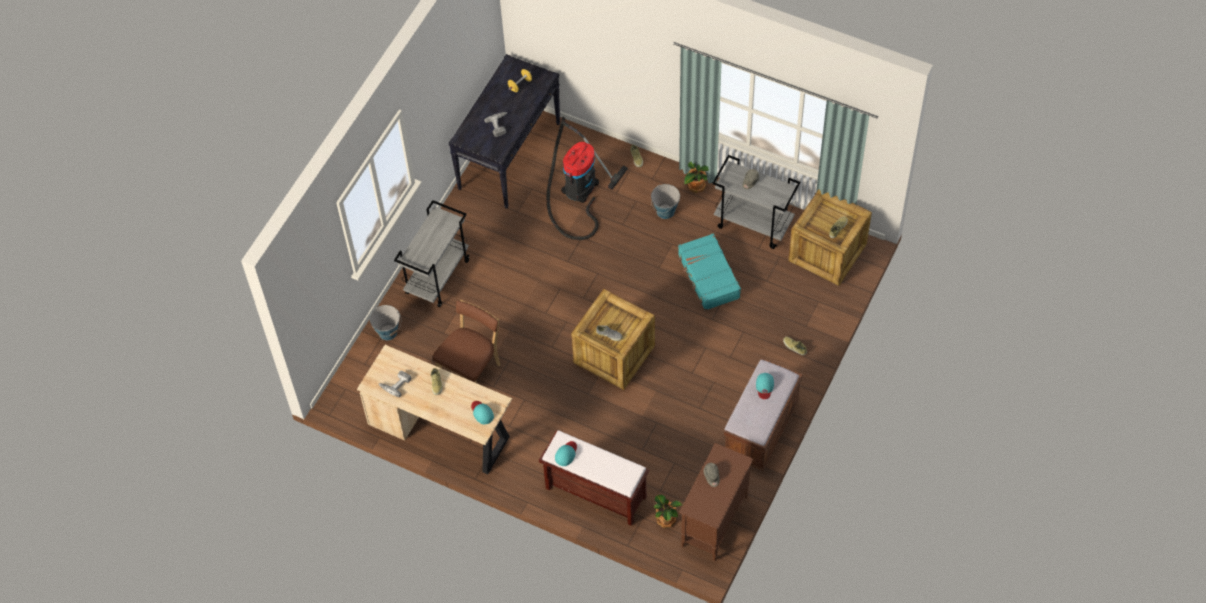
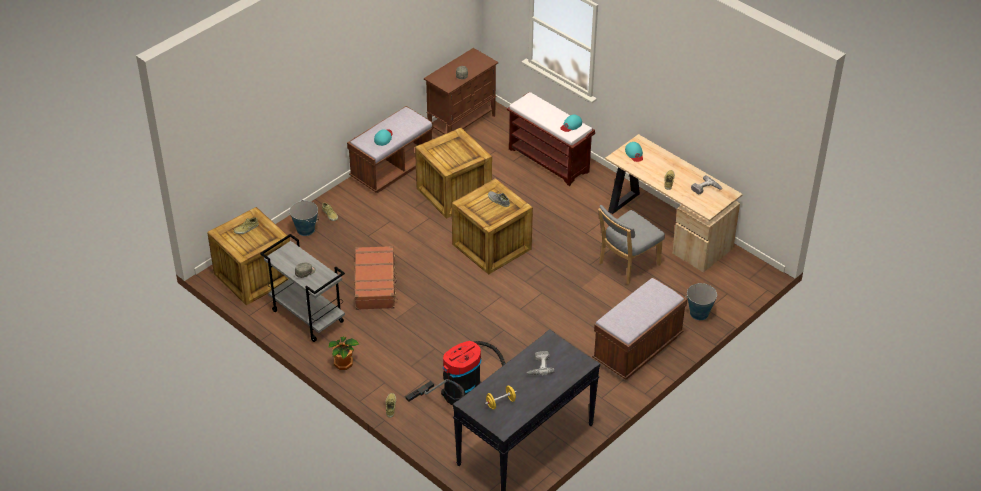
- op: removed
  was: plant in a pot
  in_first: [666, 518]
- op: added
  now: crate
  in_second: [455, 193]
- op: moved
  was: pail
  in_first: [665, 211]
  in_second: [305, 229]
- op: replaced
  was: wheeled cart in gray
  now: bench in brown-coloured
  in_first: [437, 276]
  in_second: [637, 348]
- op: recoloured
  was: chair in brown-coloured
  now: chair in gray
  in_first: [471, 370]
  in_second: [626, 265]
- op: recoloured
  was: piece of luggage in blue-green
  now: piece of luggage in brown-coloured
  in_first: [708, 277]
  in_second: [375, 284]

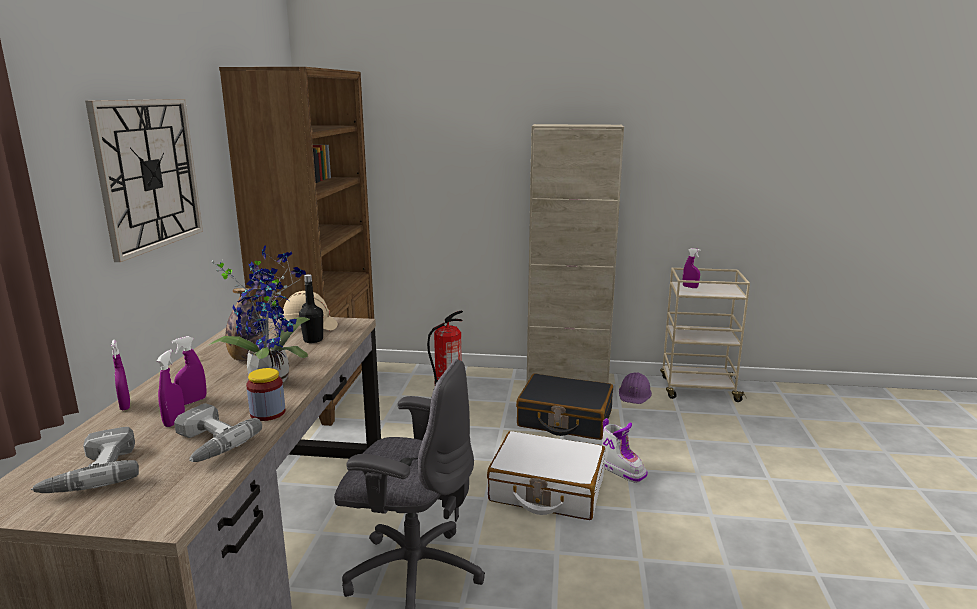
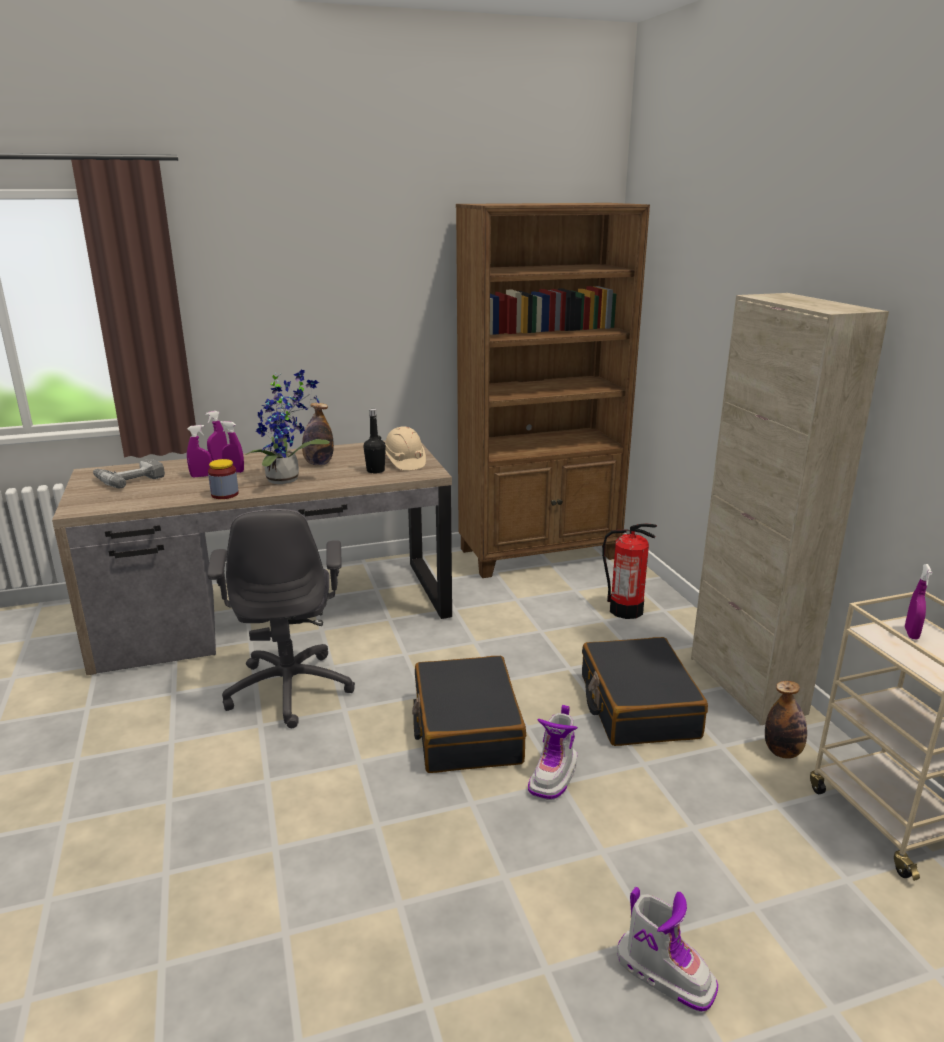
- op: removed
  was: hanging clock
  in_first: [149, 174]
- op: removed
  was: drill
  in_first: [206, 443]
- op: added
  now: boot
  in_second: [665, 973]
- op: replaced
  was: hard hat in purple-coloured
  now: bottle
  in_first: [634, 394]
  in_second: [782, 752]
- op: recoloured
  was: piece of luggage in white-coloured
  now: piece of luggage in black
  in_first: [546, 490]
  in_second: [466, 729]

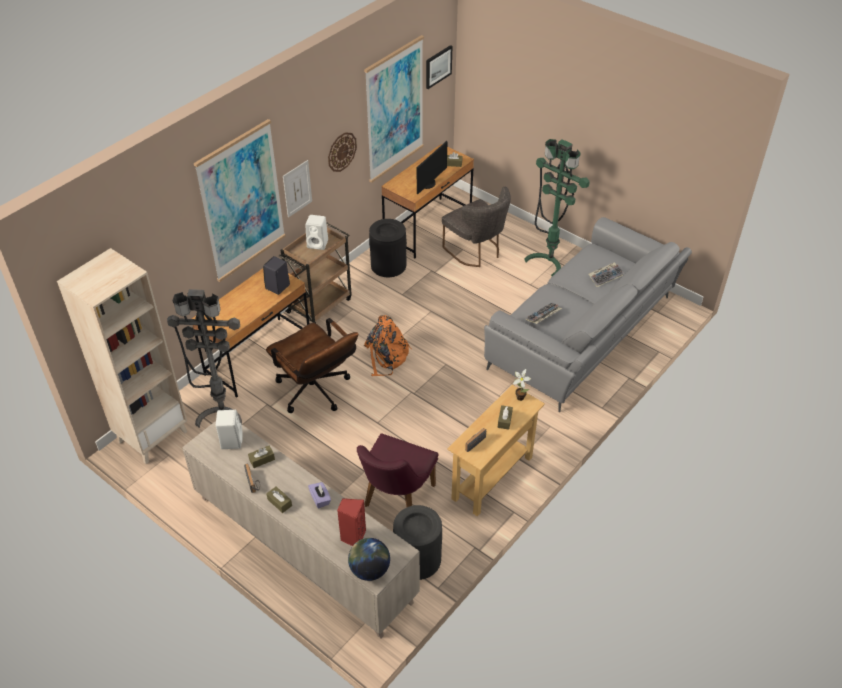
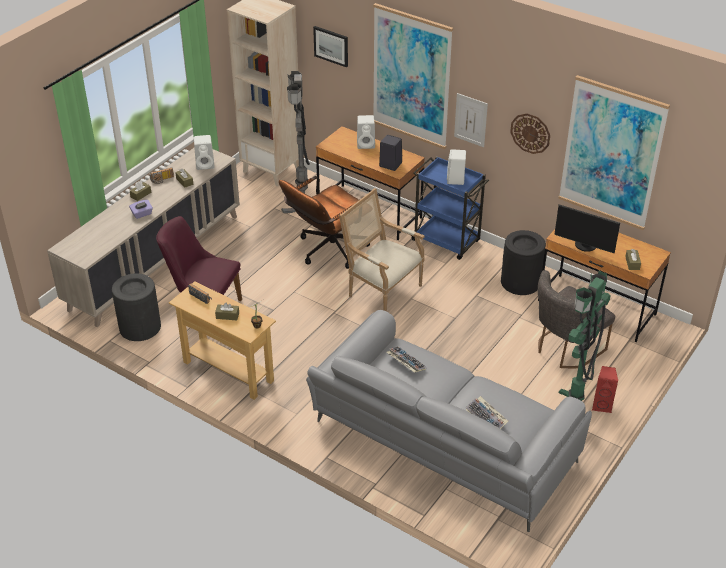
- op: removed
  was: desk globe
  in_first: [369, 570]
- op: added
  now: speaker in white-coloured
  in_second: [366, 144]
- op: moved
  was: speaker in red-coloured
  in_first: [353, 537]
  in_second: [602, 405]
- op: moved
  was: wall picture
  in_first: [438, 66]
  in_second: [331, 46]
- op: replaced
  was: rucksack in orange
  now: easy chair
  in_first: [386, 357]
  in_second: [381, 291]
- op: recoloured
  was: wheeled cart in brown-coloured
  now: wheeled cart in blue
  in_first: [320, 305]
  in_second: [447, 241]

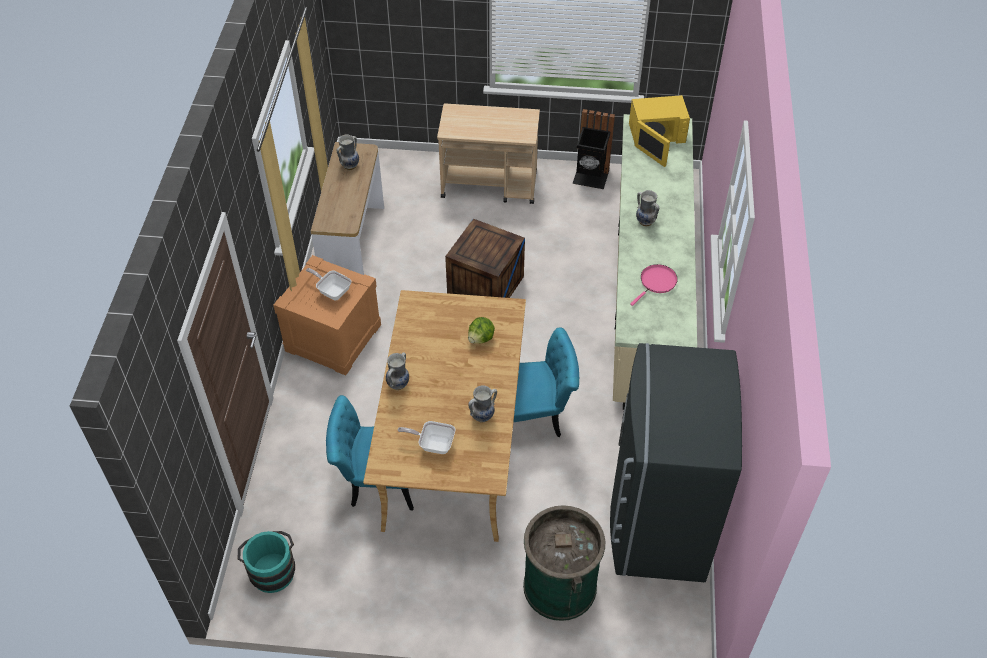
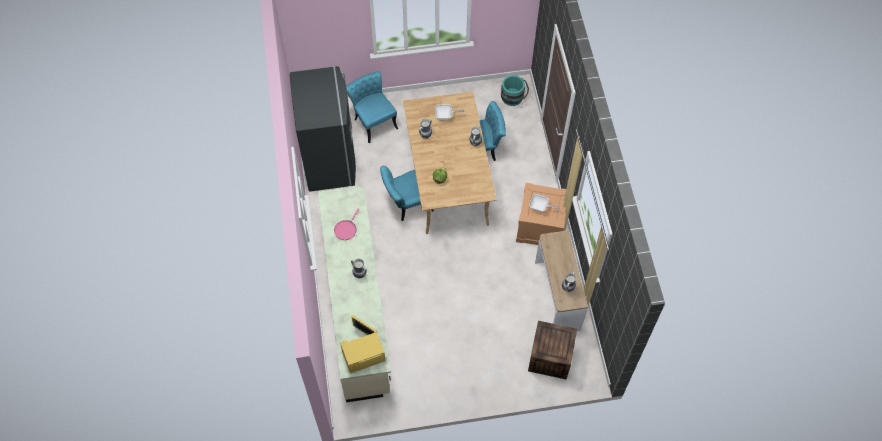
- op: removed
  was: wheeled cart in sand-coloured
  in_first: [490, 185]
- op: removed
  was: waste bin in black
  in_first: [590, 178]
- op: moved
  was: crate
  in_first: [485, 285]
  in_second: [550, 357]
- op: replaced
  was: waste bin in green
  now: chair in blue-green
  in_first: [559, 586]
  in_second: [373, 121]

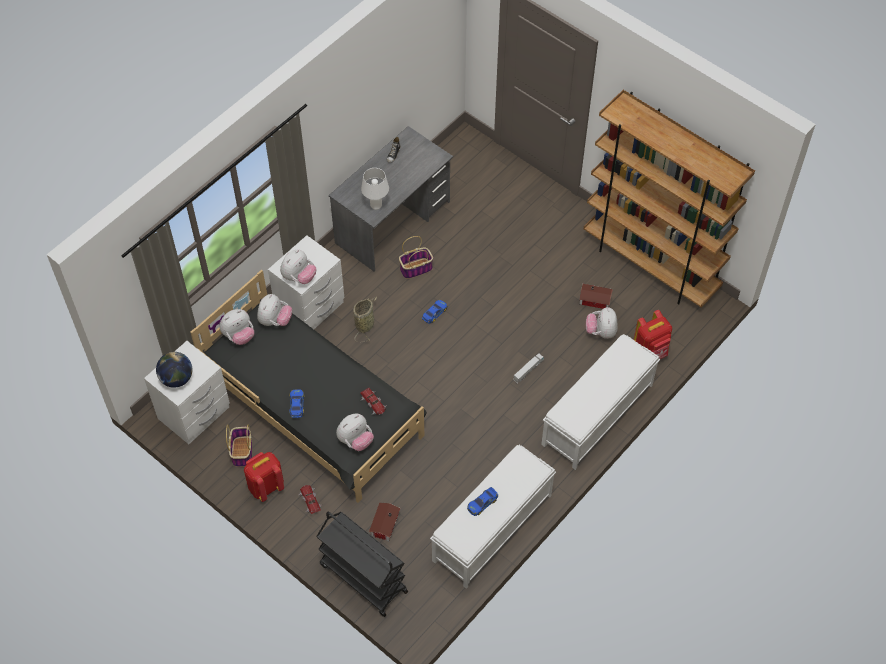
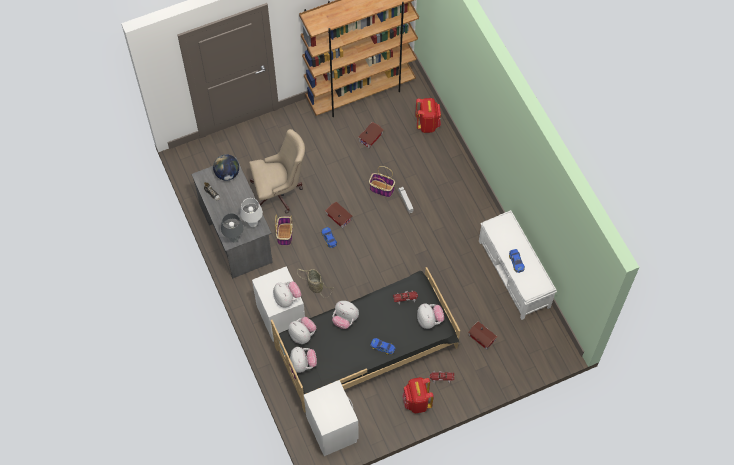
- op: removed
  was: wheeled cart in black
  in_first: [362, 578]
- op: removed
  was: bench in white-coloured
  in_first: [596, 415]
- op: added
  now: tabletop lamp in gray
  in_second: [234, 238]
- op: added
  now: computer chair in sand-coloured
  in_second: [279, 192]
- op: added
  now: toy house
  in_second: [339, 216]
- op: moved
  was: desk globe
  in_first: [177, 378]
  in_second: [227, 174]
- op: moved
  was: basket
  in_first: [242, 451]
  in_second: [381, 189]
- op: moved
  was: plush toy
  in_first: [601, 331]
  in_second: [345, 319]

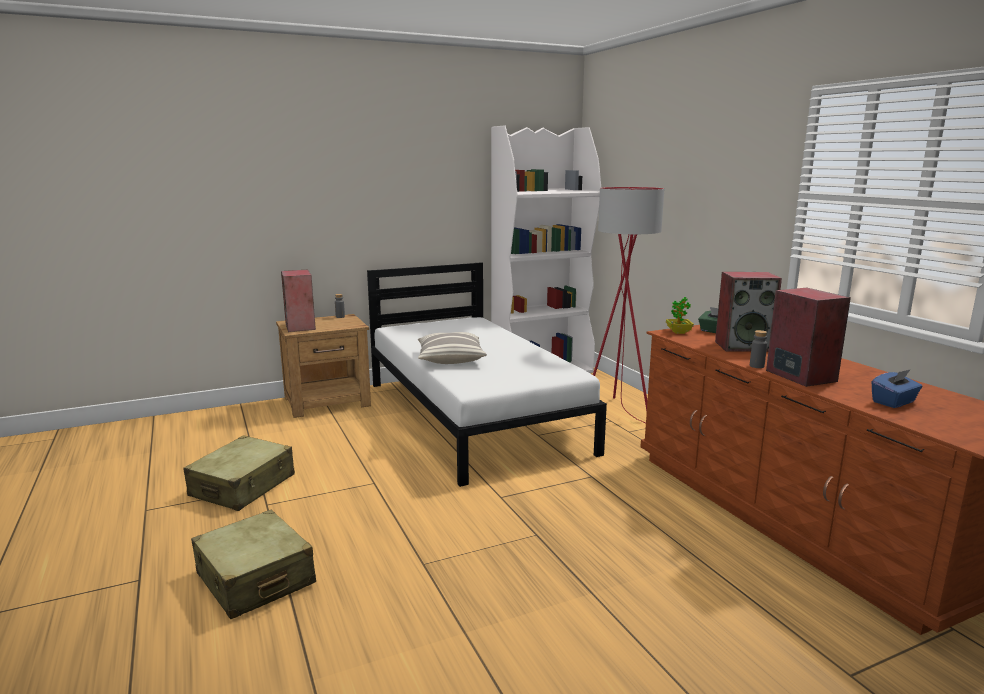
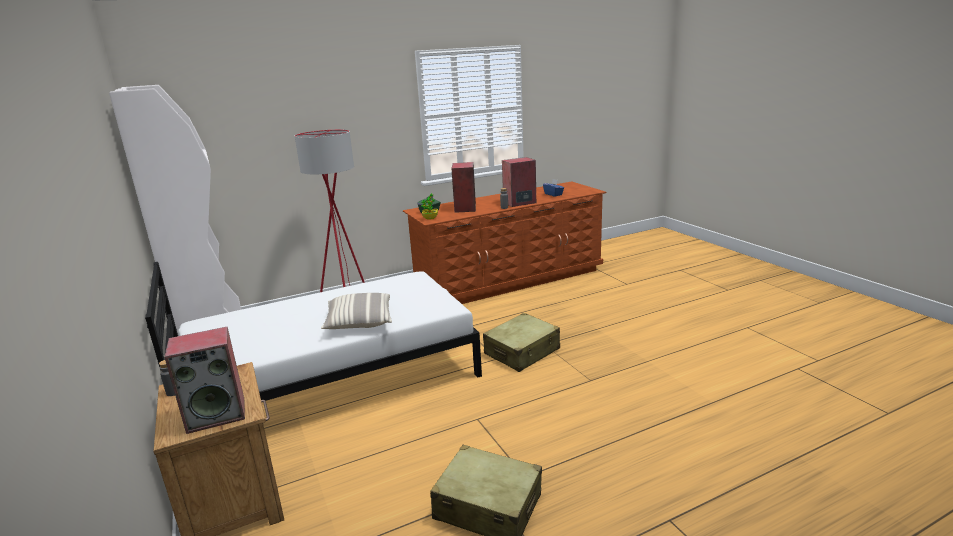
- op: moved
  was: piece of luggage in sand-coloured
  in_first: [255, 579]
  in_second: [522, 352]

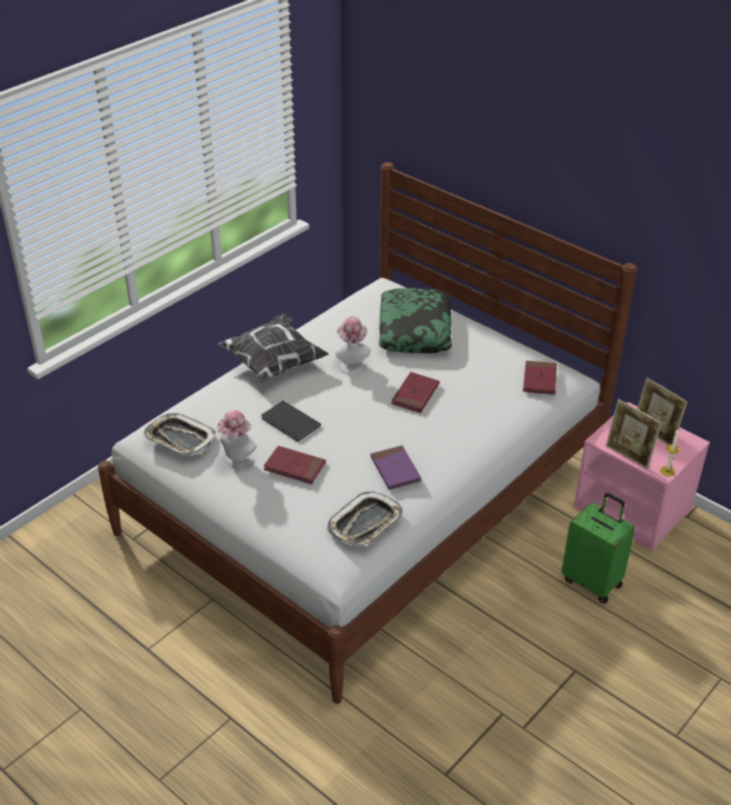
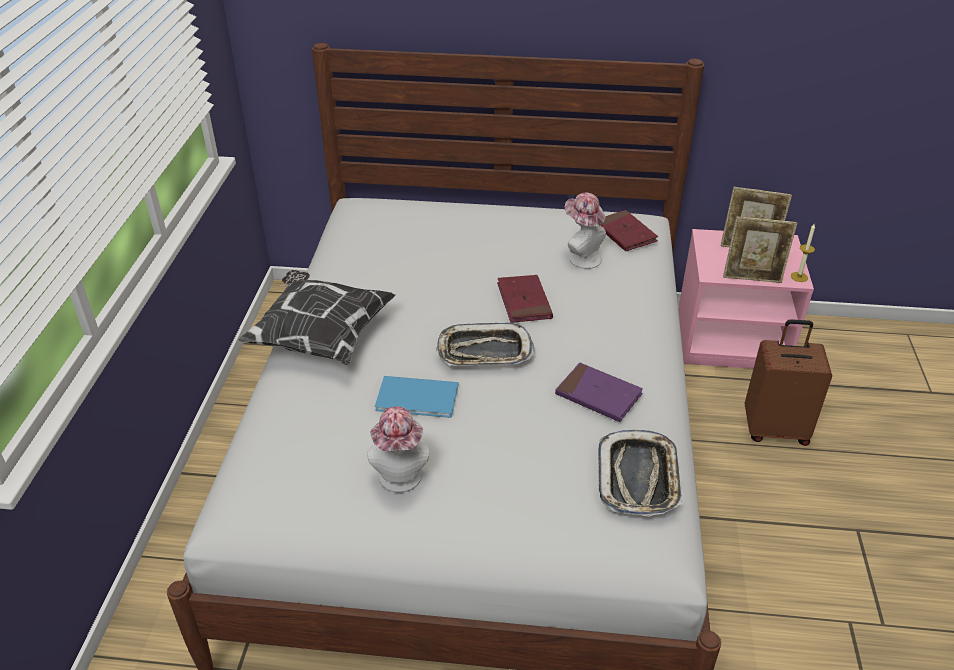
- op: removed
  was: volume in red-coloured
  in_first: [294, 467]
- op: removed
  was: pillow
  in_first: [415, 330]
- op: moved
  was: carrying tray
  in_first: [179, 439]
  in_second: [484, 352]
- op: moved
  was: clothing hat
  in_first: [352, 365]
  in_second: [581, 257]
- op: recoloured
  was: volume in black
  now: volume in blue
  in_first: [290, 423]
  in_second: [419, 399]
- op: recoloured
  was: piece of luggage in green
  now: piece of luggage in brown-coloured
  in_first: [592, 582]
  in_second: [775, 429]

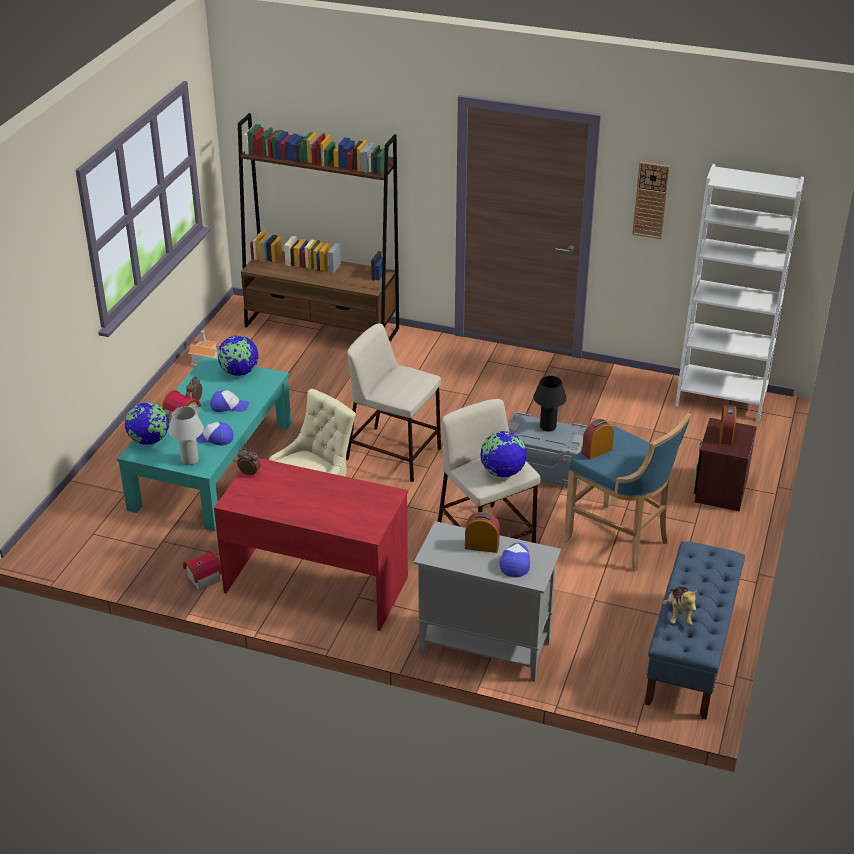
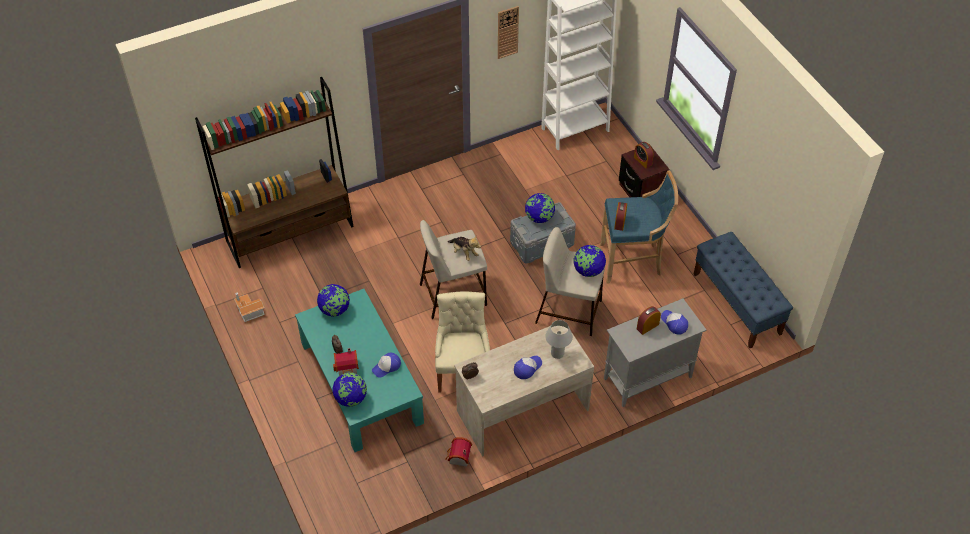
- op: moved
  was: tabletop lamp in white-coloured
  in_first: [190, 460]
  in_second: [557, 353]
- op: moved
  was: cap
  in_first: [229, 406]
  in_second: [527, 368]
- op: moved
  was: plush toy
  in_first: [678, 614]
  in_second: [464, 252]
- op: replaced
  was: tabletop lamp in black
  now: desk globe
  in_first: [548, 427]
  in_second: [539, 218]
- op: recoloured
  was: desk in red-coloured
  now: desk in sand-coloured
  in_first: [317, 583]
  in_second: [522, 409]

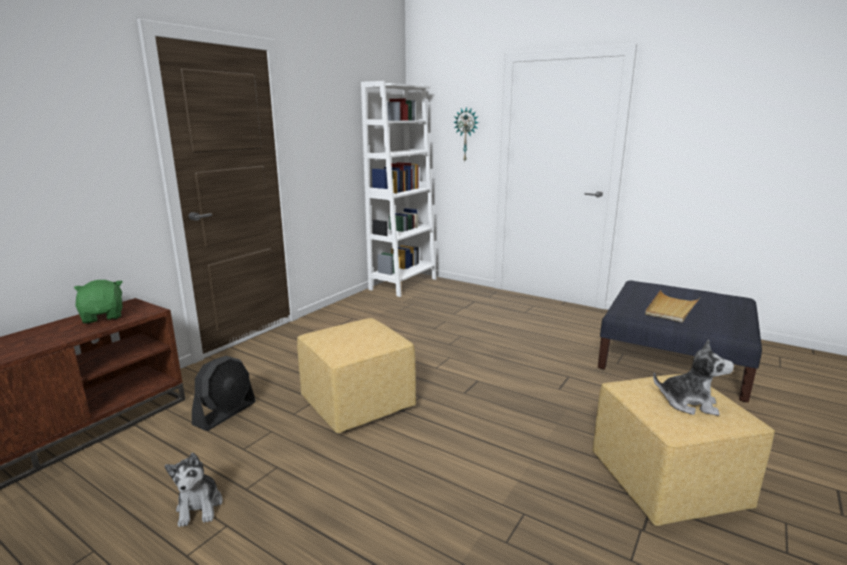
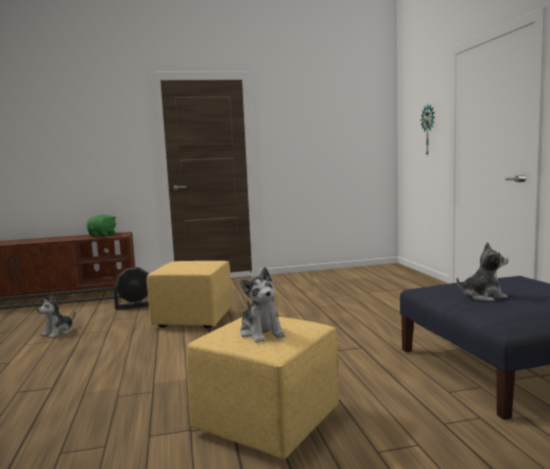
- op: removed
  was: bookshelf in white-coloured
  in_first: [403, 284]
- op: replaced
  was: carrying tray in sand-coloured
  now: plush toy
  in_first: [671, 309]
  in_second: [482, 296]

